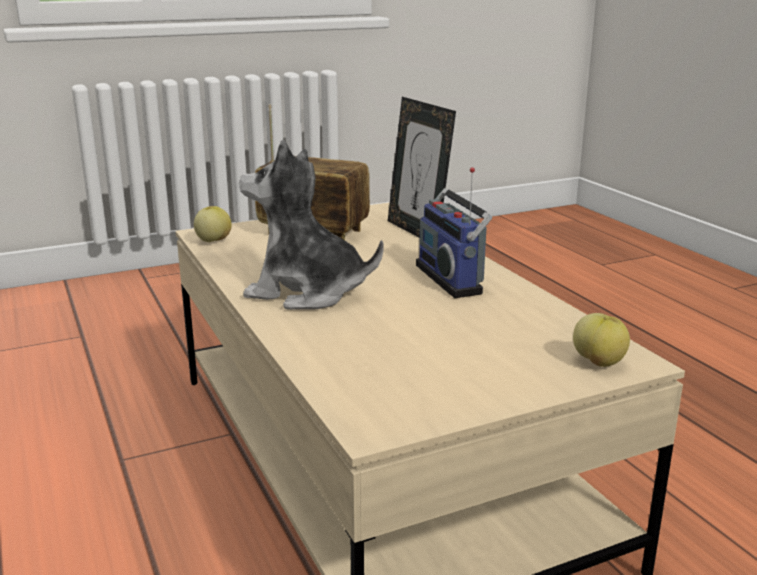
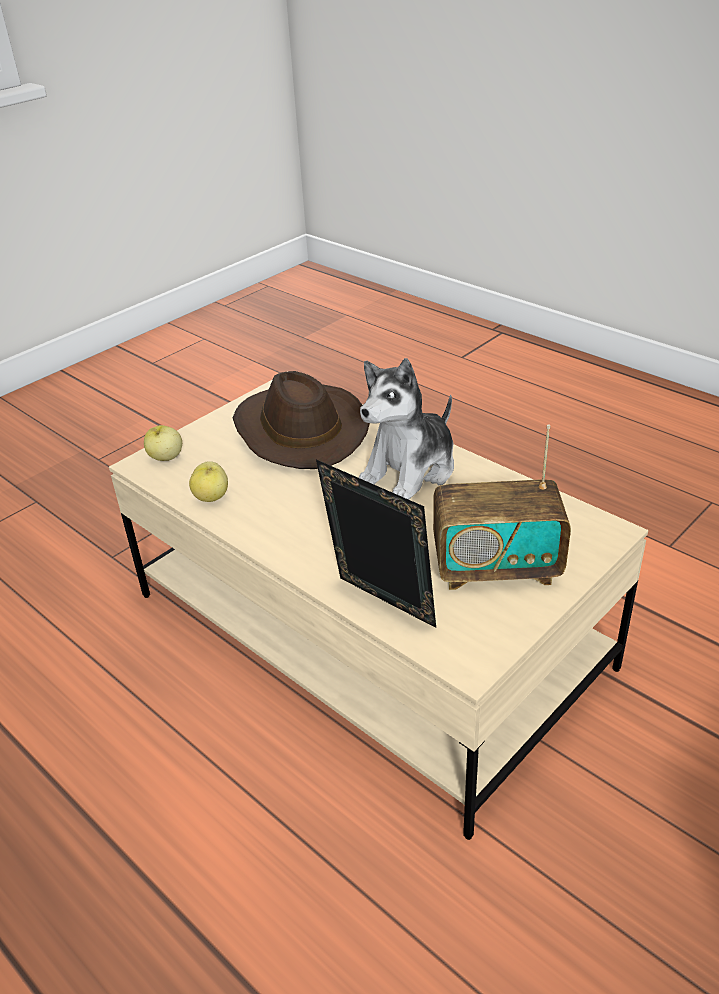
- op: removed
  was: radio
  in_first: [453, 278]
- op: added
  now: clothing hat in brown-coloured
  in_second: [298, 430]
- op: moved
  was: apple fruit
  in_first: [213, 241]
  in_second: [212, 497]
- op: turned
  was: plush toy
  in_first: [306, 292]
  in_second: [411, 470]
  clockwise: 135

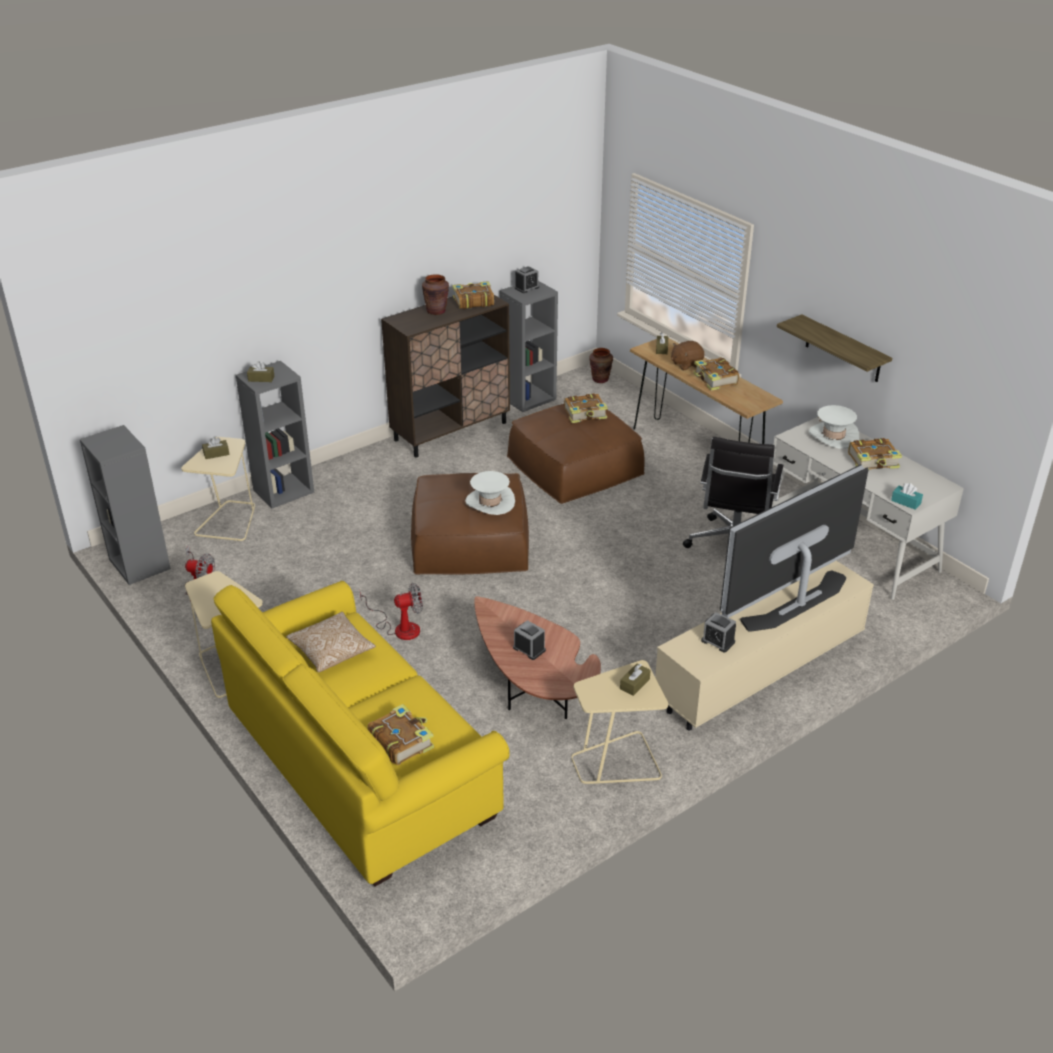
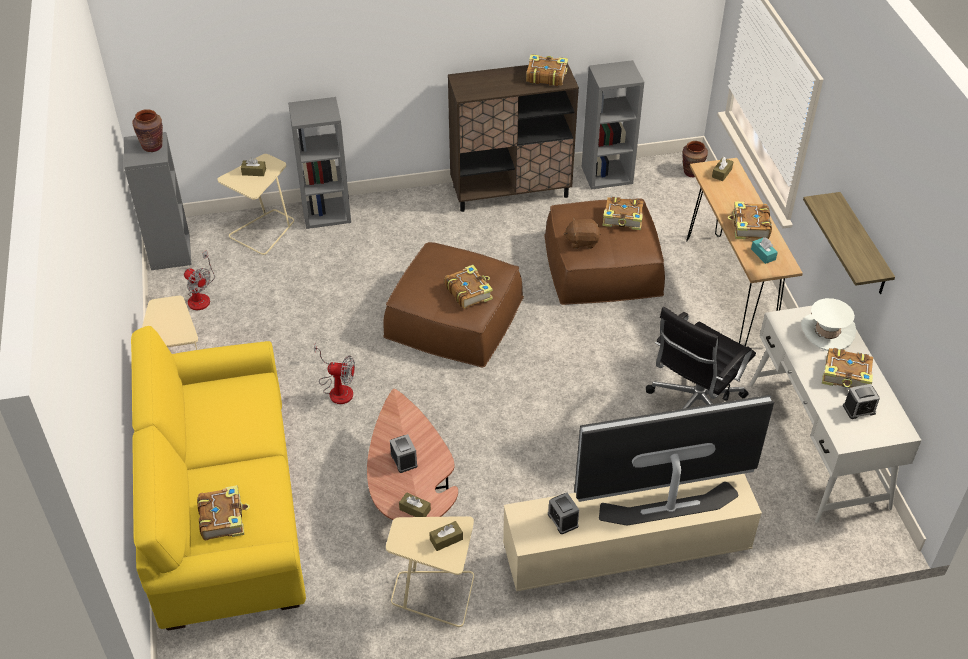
- op: removed
  was: pillow
  in_first: [332, 651]
- op: moved
  was: tissue box in brown-coloured
  in_first: [261, 378]
  in_second: [415, 510]
- op: moved
  was: decorative vase in brown-coloured
  in_first: [436, 311]
  in_second: [152, 146]
- op: moved
  was: bedside clock
  in_first: [526, 288]
  in_second: [859, 409]
- op: moved
  was: plush toy in brown-coloured
  in_first: [686, 364]
  in_second: [582, 241]
- op: moved
  was: tissue box in blue-green
  in_first: [906, 502]
  in_second: [763, 254]
- op: replaced
  was: clothing hat in white-coloured
  now: volume
  in_first: [490, 502]
  in_second: [468, 292]

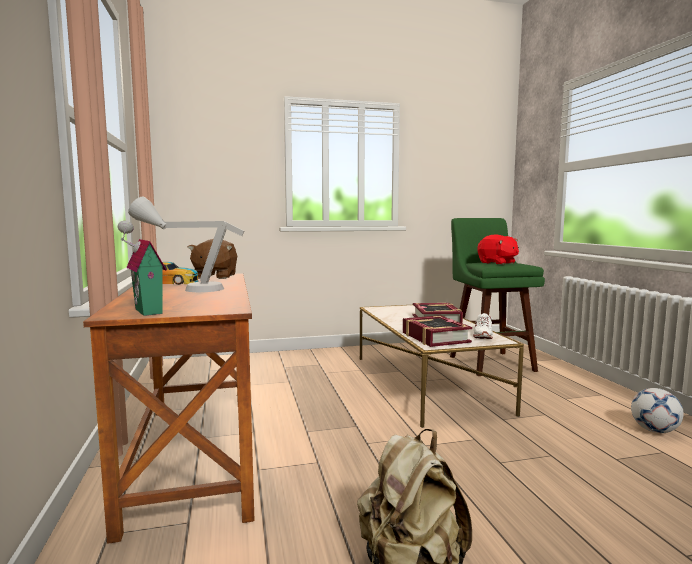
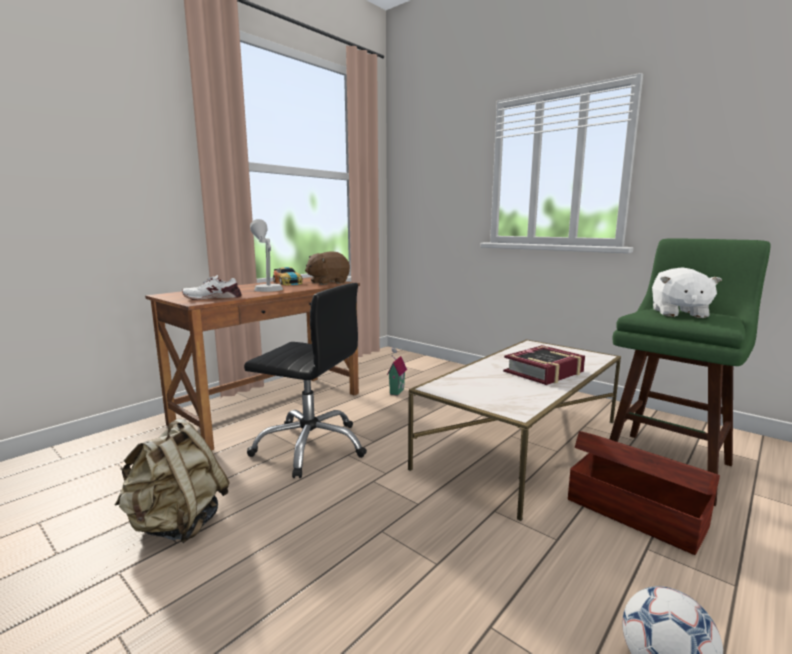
- op: removed
  was: volume
  in_first: [434, 337]
- op: added
  now: computer chair in black
  in_second: [311, 446]
- op: added
  now: storage container in brown-coloured
  in_second: [634, 511]
- op: moved
  was: toy house
  in_first: [145, 311]
  in_second: [395, 391]
- op: moved
  was: item of footwear in white-coloured
  in_first: [482, 334]
  in_second: [213, 298]
- op: recoloured
  was: plush toy in red-coloured
  now: plush toy in white-coloured
  in_first: [497, 263]
  in_second: [678, 313]

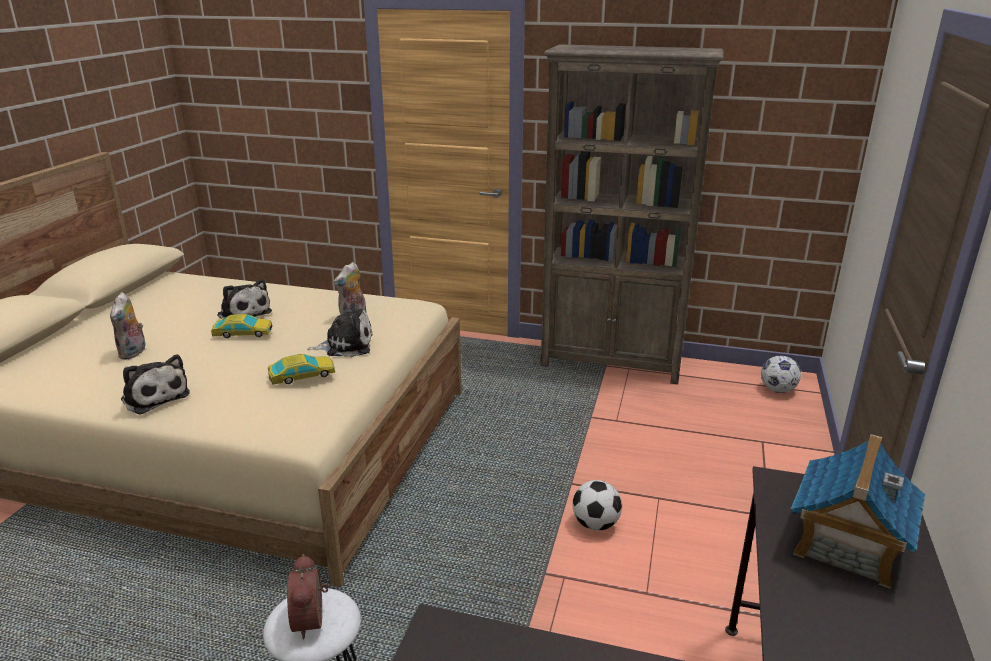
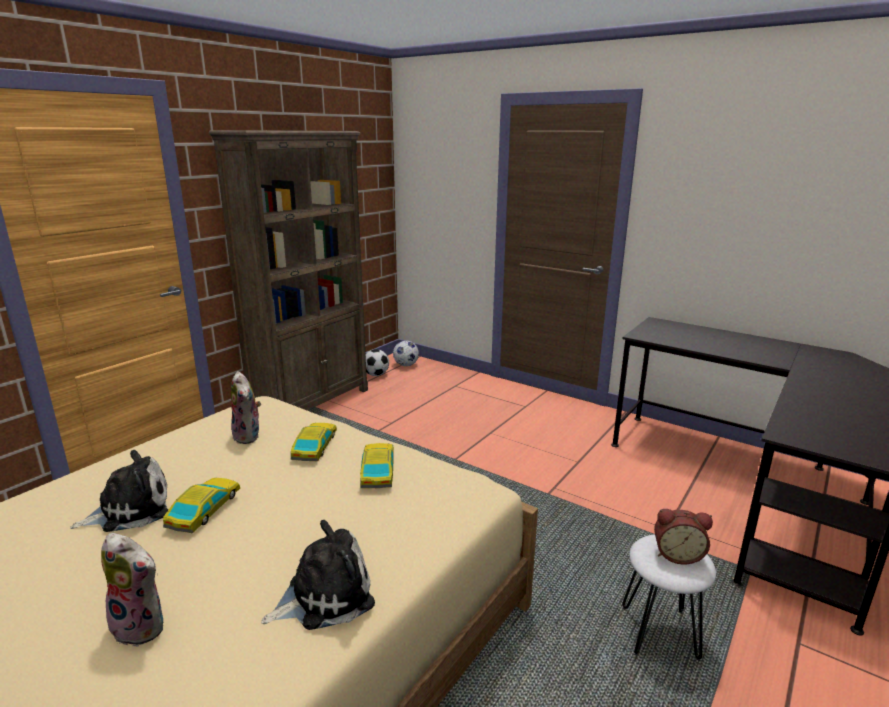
- op: removed
  was: toy house
  in_first: [846, 545]
- op: moved
  was: football ball
  in_first: [595, 524]
  in_second: [376, 375]
- op: replaced
  was: plush toy
  now: miniature car
  in_first: [346, 345]
  in_second: [315, 447]

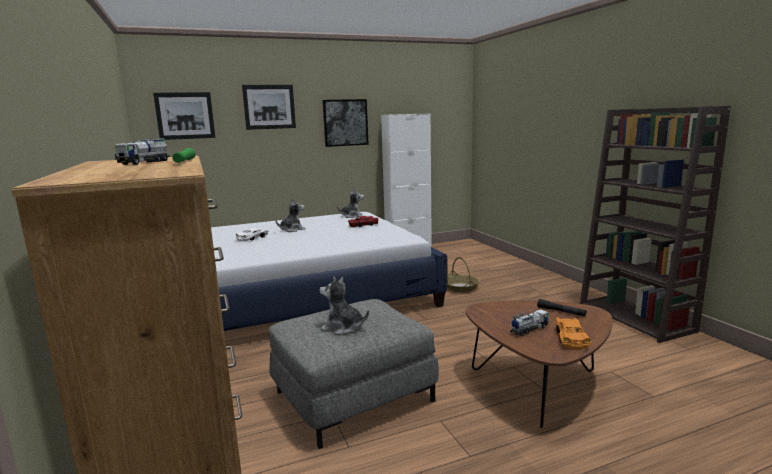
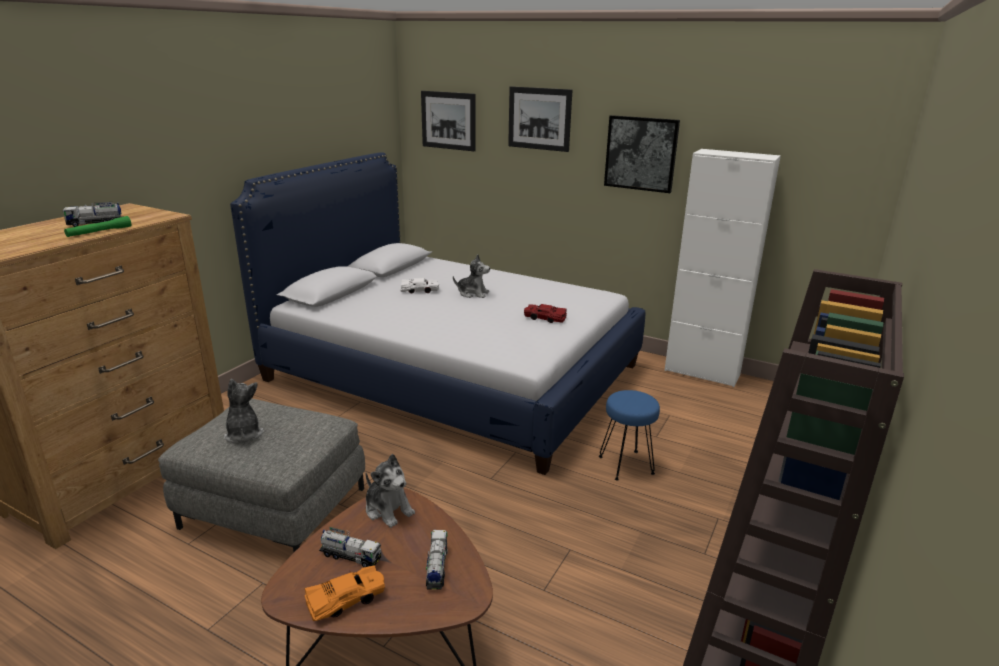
- op: moved
  was: plush toy
  in_first: [352, 216]
  in_second: [388, 509]
- op: replaced
  was: basket
  now: sitting stool in blue
  in_first: [460, 287]
  in_second: [626, 465]
- op: replaced
  was: hand torch in black
  now: model truck
  in_first: [561, 312]
  in_second: [437, 568]

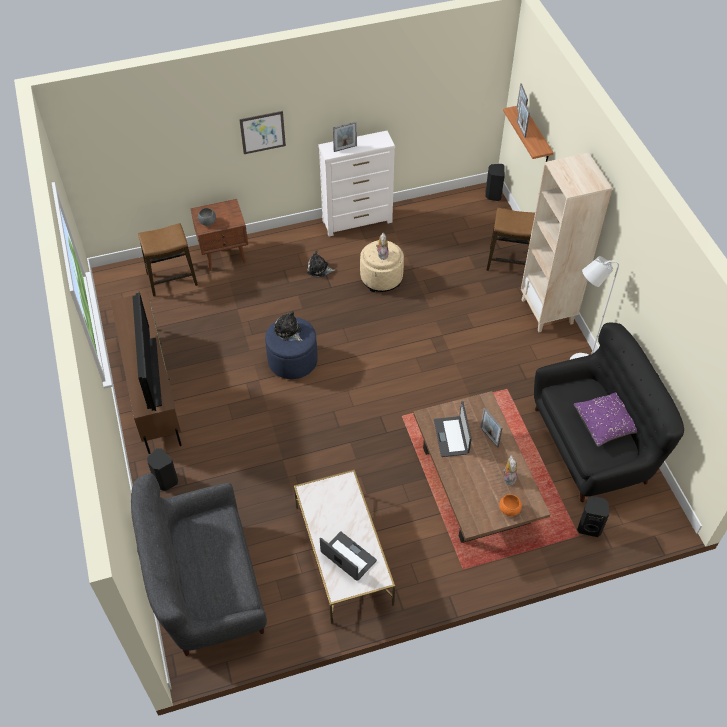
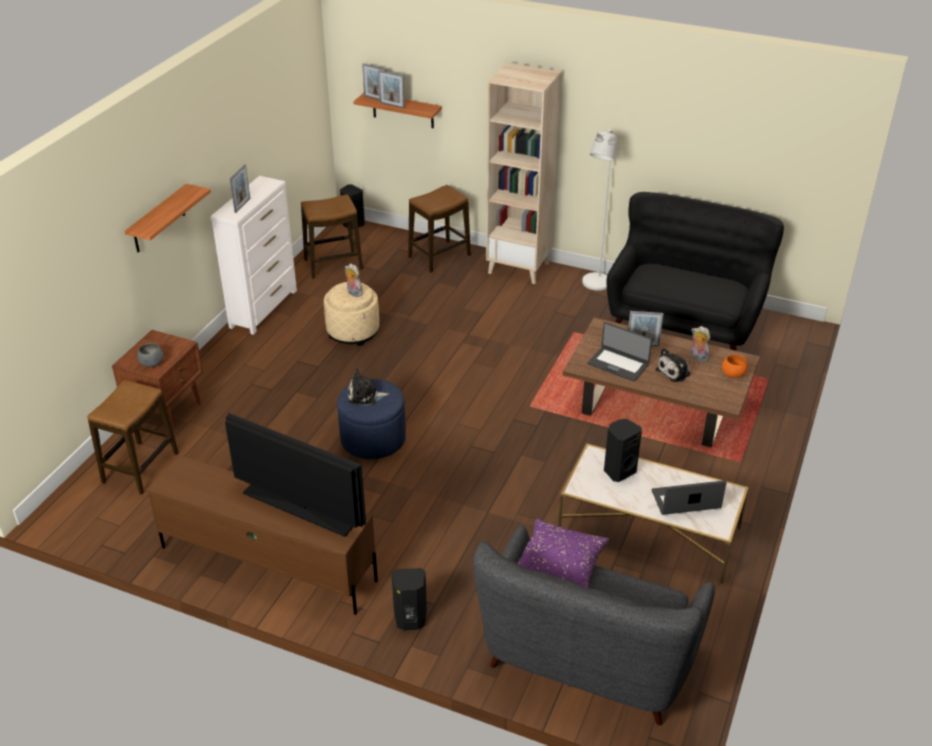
- op: added
  now: sitting stool
  in_second: [333, 265]
- op: moved
  was: plush toy
  in_first: [319, 269]
  in_second: [675, 372]
- op: moved
  was: pillow in purple-coloured
  in_first: [607, 423]
  in_second: [559, 567]
- op: moved
  was: speaker in black
  in_first: [589, 527]
  in_second: [619, 471]
- op: replaced
  was: wall picture
  now: shelf
  in_first: [262, 132]
  in_second: [158, 219]

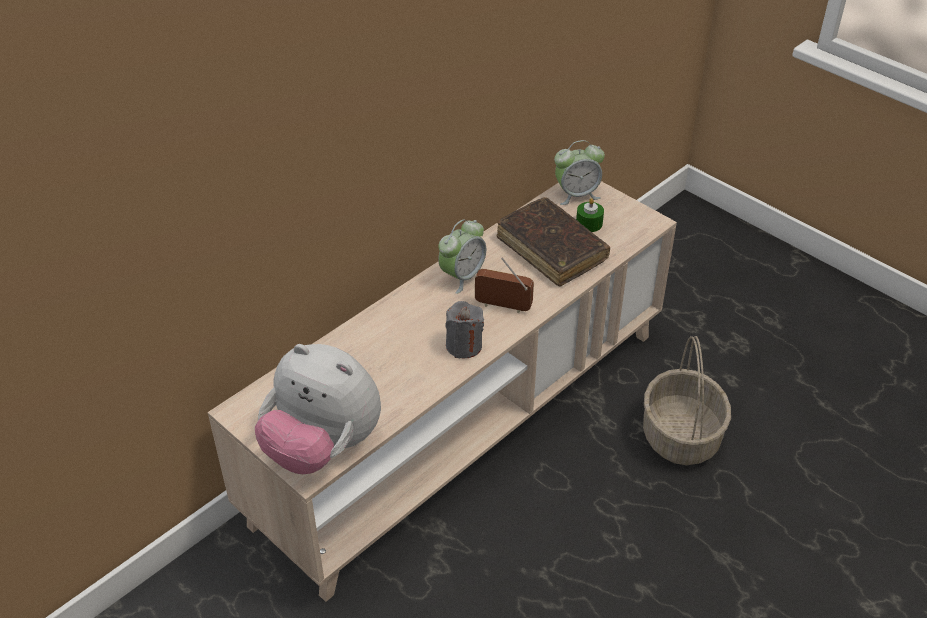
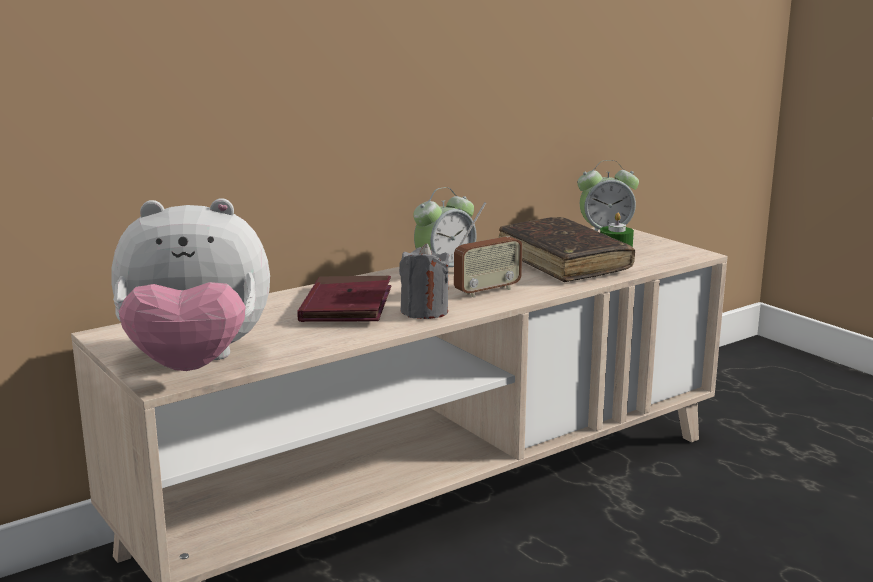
- op: removed
  was: basket
  in_first: [681, 437]
- op: added
  now: volume in red-coloured
  in_second: [347, 306]
- op: turned
  was: plush toy
  in_first: [322, 447]
  in_second: [195, 365]
  clockwise: -45
- op: turned
  was: radio
  in_first: [503, 306]
  in_second: [487, 291]
  clockwise: 120

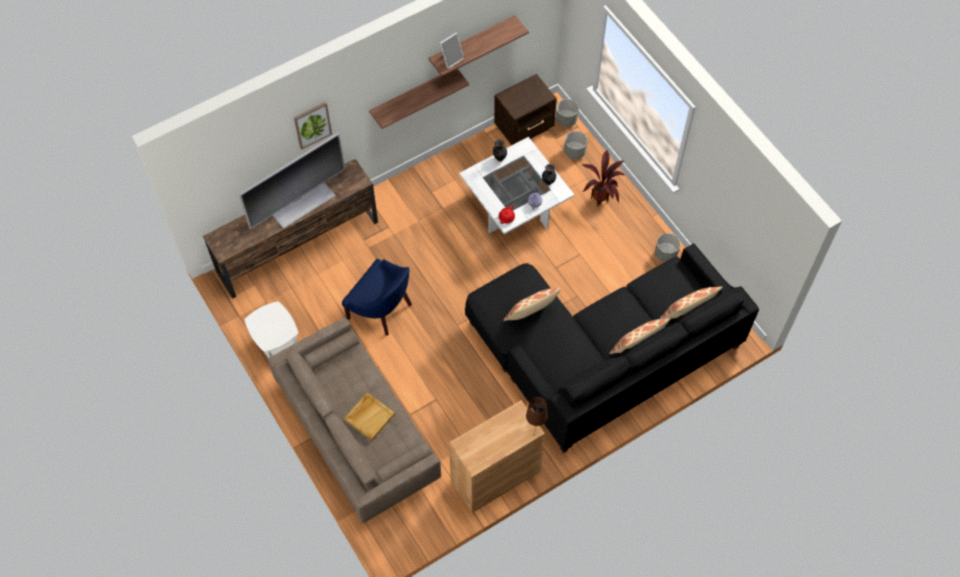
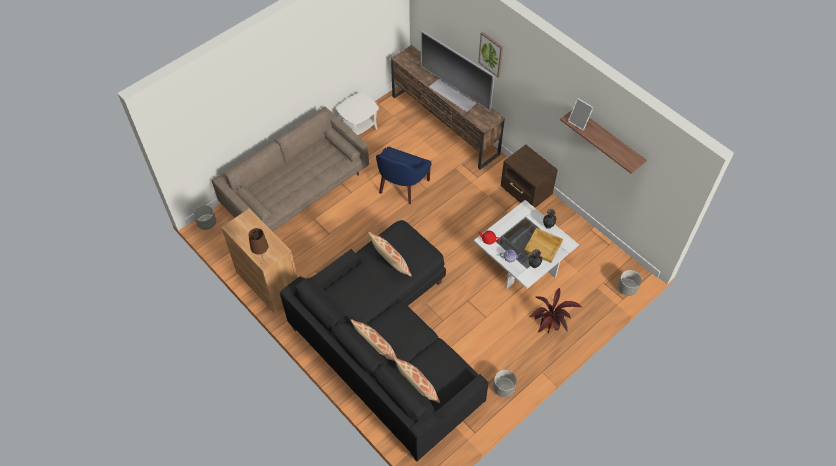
- op: removed
  was: shelf
  in_first: [413, 95]
- op: moved
  was: carrying tray in sand-coloured
  in_first: [369, 417]
  in_second: [543, 246]
- op: moved
  was: bedside table in brown-coloured
  in_first: [525, 127]
  in_second: [525, 193]
- op: moved
  was: planter in gray
  in_first: [574, 152]
  in_second: [207, 223]

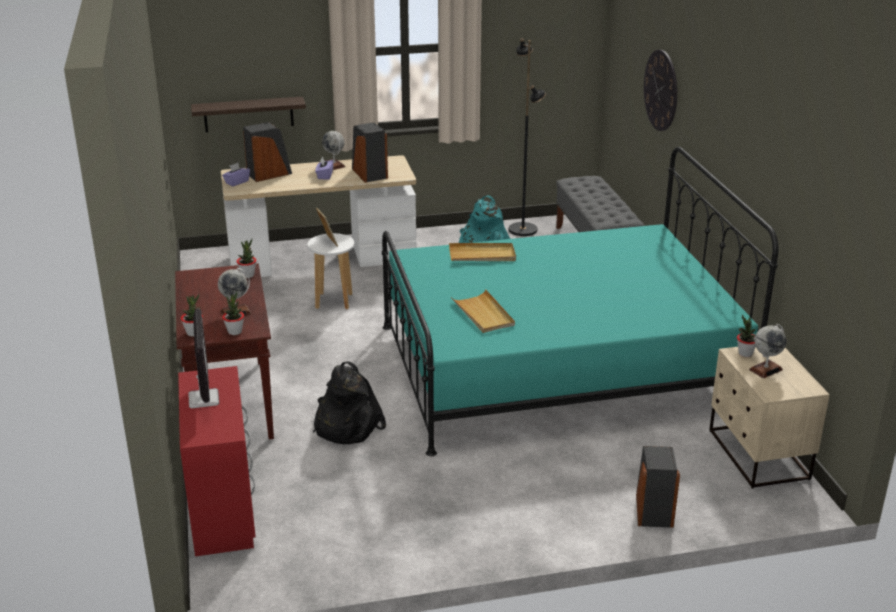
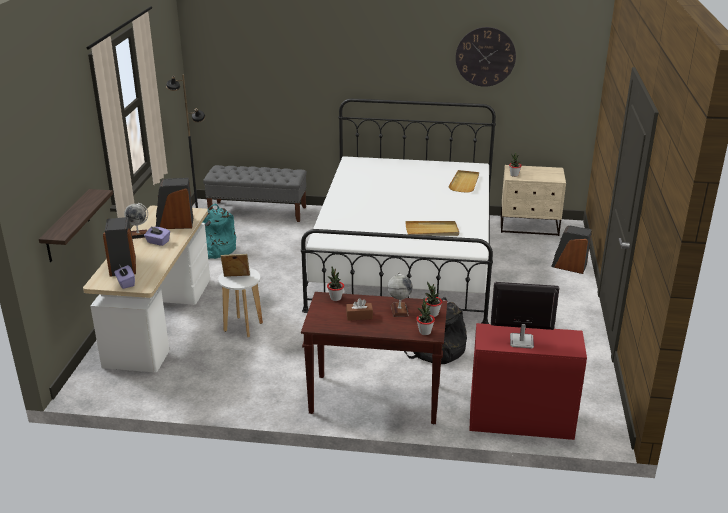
- op: removed
  was: desk globe
  in_first: [765, 369]
- op: added
  now: tissue box in brown-coloured
  in_second: [359, 316]
- op: moved
  was: carrying tray in sand-coloured
  in_first: [482, 255]
  in_second: [464, 183]
- op: moved
  was: hanging clock
  in_first: [661, 90]
  in_second: [485, 56]
- op: recoloured
  was: sleeping bed in blue-green
  now: sleeping bed in white-coloured
  in_first: [557, 366]
  in_second: [404, 259]

